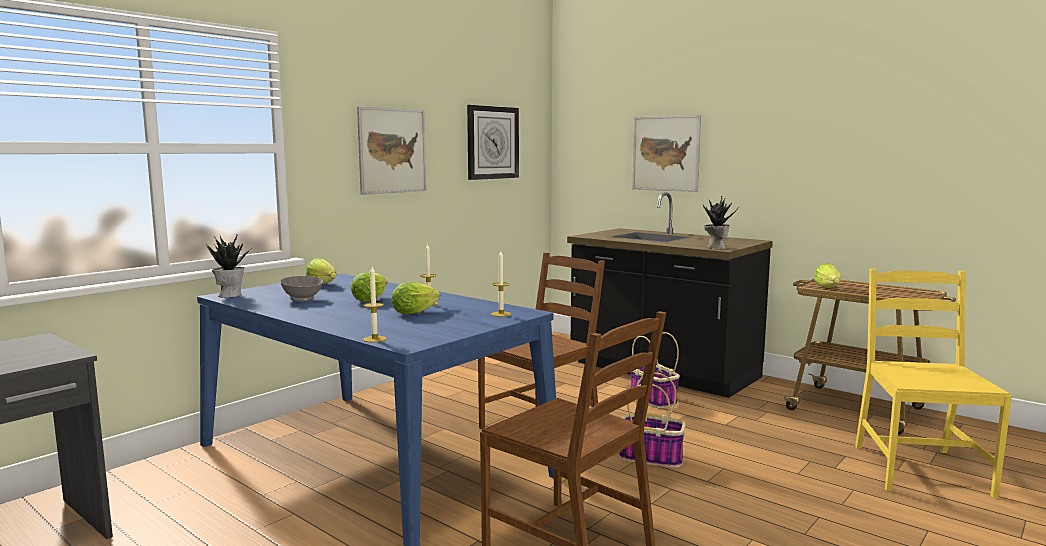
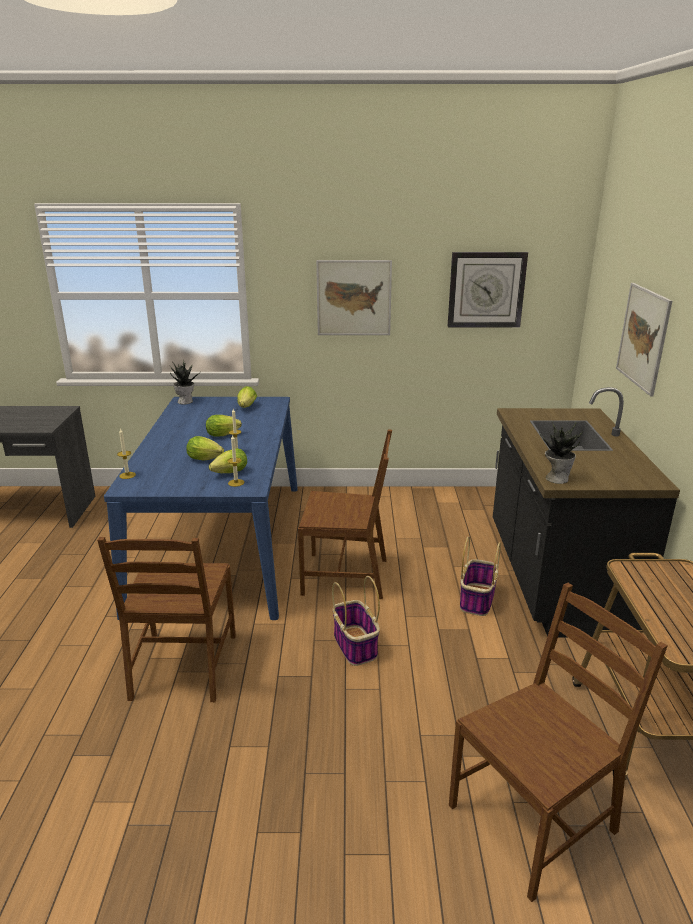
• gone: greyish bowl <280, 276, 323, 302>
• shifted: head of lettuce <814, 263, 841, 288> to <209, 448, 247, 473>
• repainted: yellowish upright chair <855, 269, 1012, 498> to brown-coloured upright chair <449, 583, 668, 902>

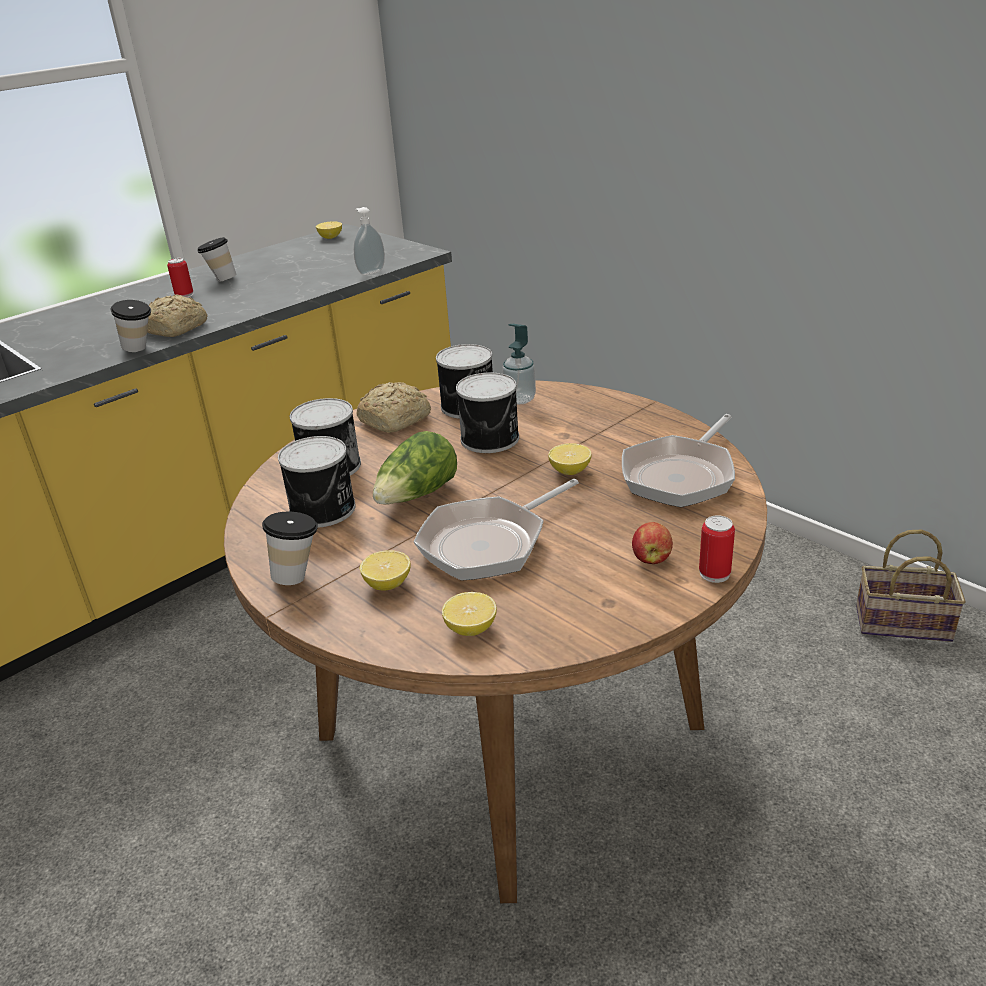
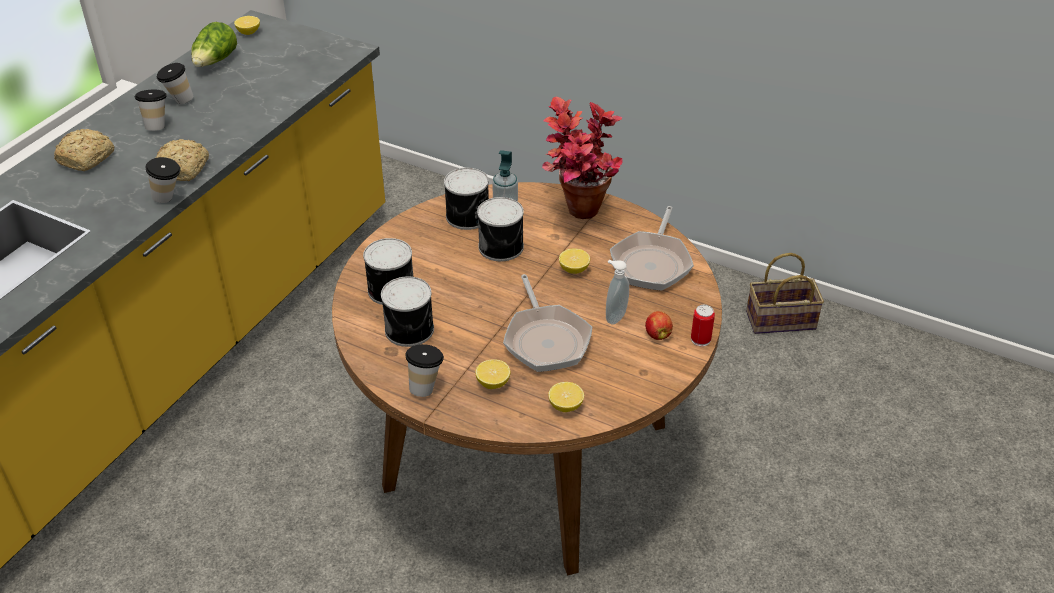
• swapped: can <167, 258, 193, 298> to small cup <135, 90, 167, 131>
• shifted: soap bottle <354, 207, 385, 275> to <606, 260, 629, 325>
• shifted: baked bread <357, 382, 431, 433> to <54, 129, 115, 171>
• shifted: head of lettuce <373, 431, 457, 505> to <191, 22, 237, 67>
• rotated: pan <413, 479, 579, 581> = <503, 274, 592, 372> 45 degrees counterclockwise
• new: houseplant <542, 97, 623, 219>

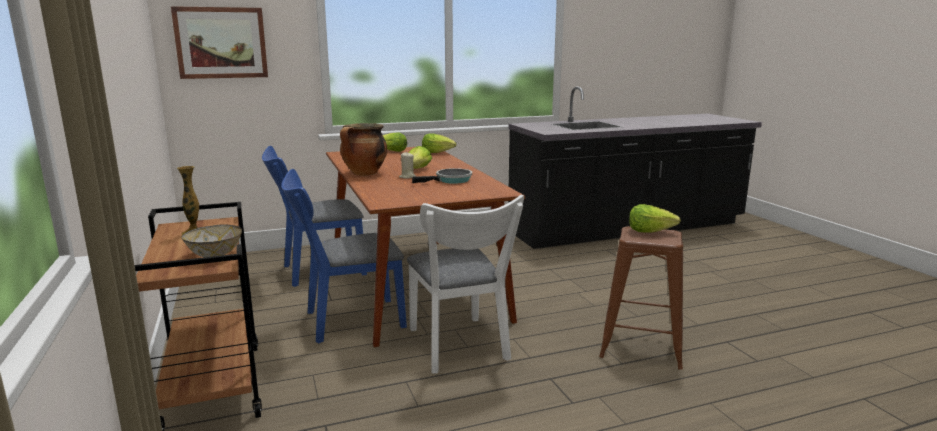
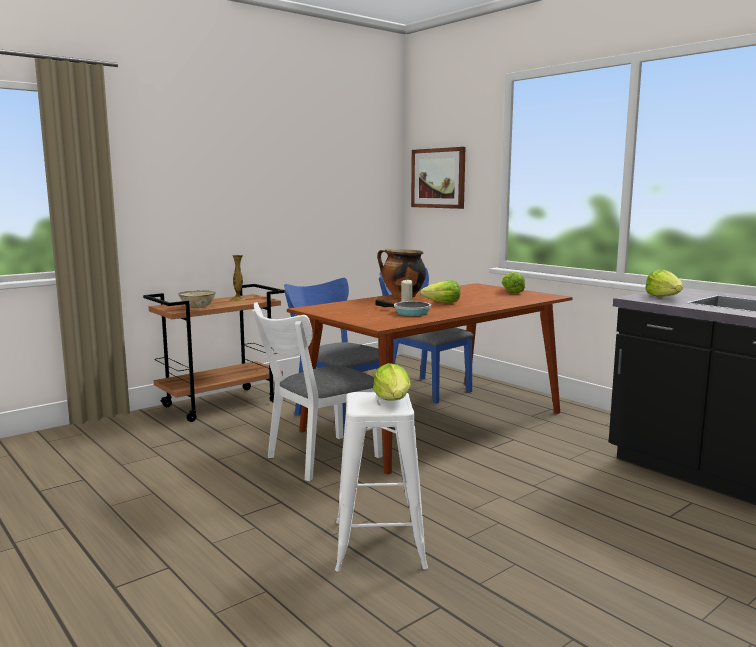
• shifted: head of lettuce <422, 134, 456, 153> to <645, 269, 683, 297>
• repainted: brown-coloured stool seat <599, 226, 683, 370> to whitish stool seat <335, 392, 428, 572>

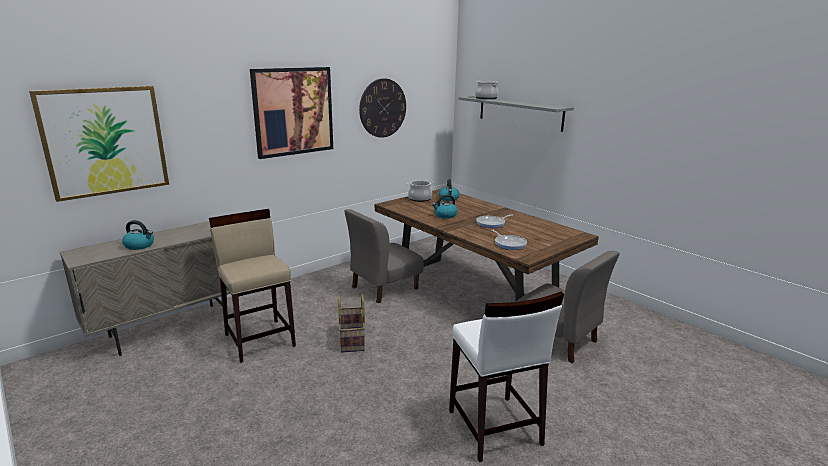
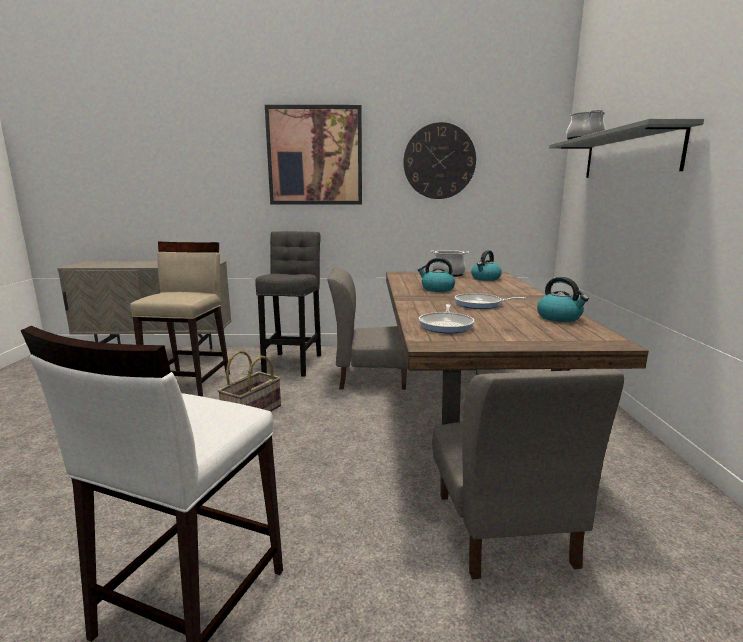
• gone: picture <29, 86, 169, 202>
• shifted: kettle <122, 220, 154, 250> to <537, 277, 589, 322>
• new: greyish stool seat <255, 231, 321, 377>

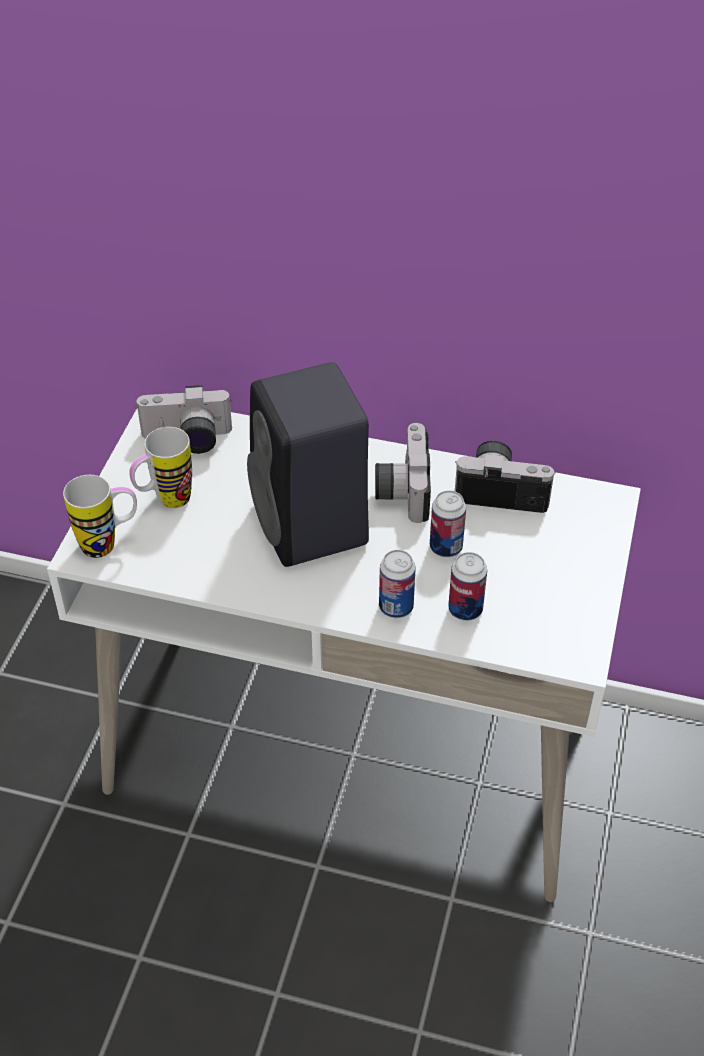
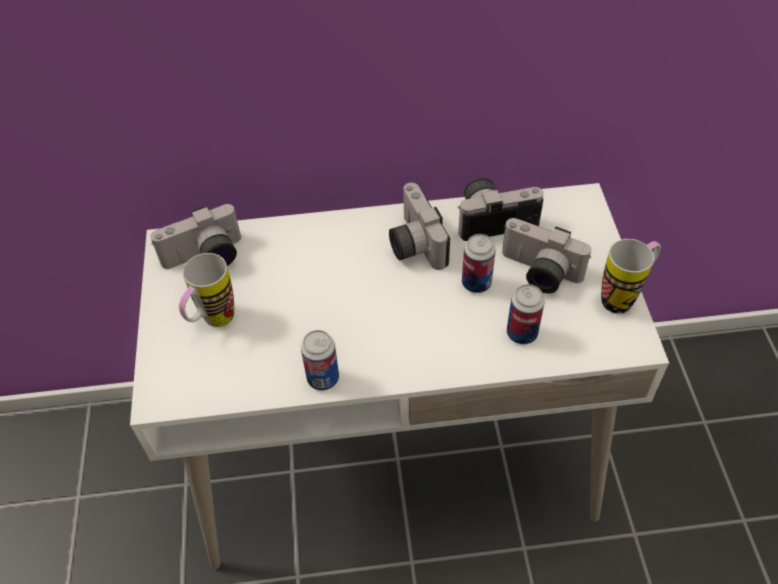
• shifted: coffee mug <63, 475, 137, 558> to <601, 239, 661, 314>
• gone: blackish loudspeaker <247, 362, 369, 567>
• shifted: can <379, 550, 416, 618> to <301, 330, 339, 391>
• new: photo camera <502, 218, 592, 293>

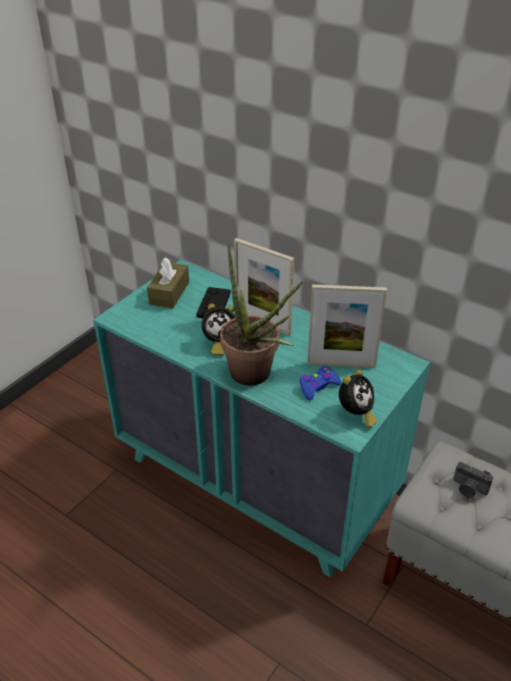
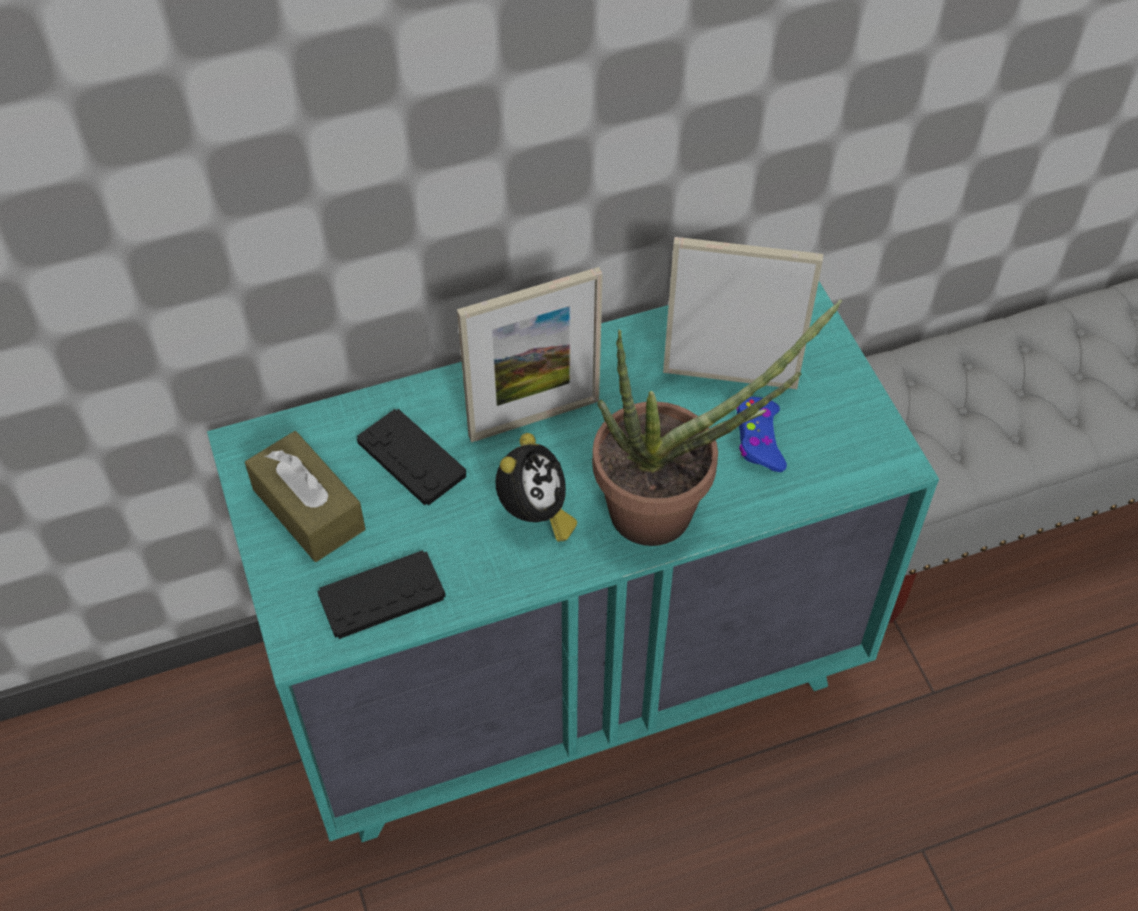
• rotated: standing frame <307, 285, 387, 368> = <663, 237, 823, 389> 120 degrees counterclockwise
• gone: bedside clock <339, 369, 377, 428>
• gone: photo camera <453, 462, 493, 498>
• new: blackish game controller <317, 550, 446, 639>

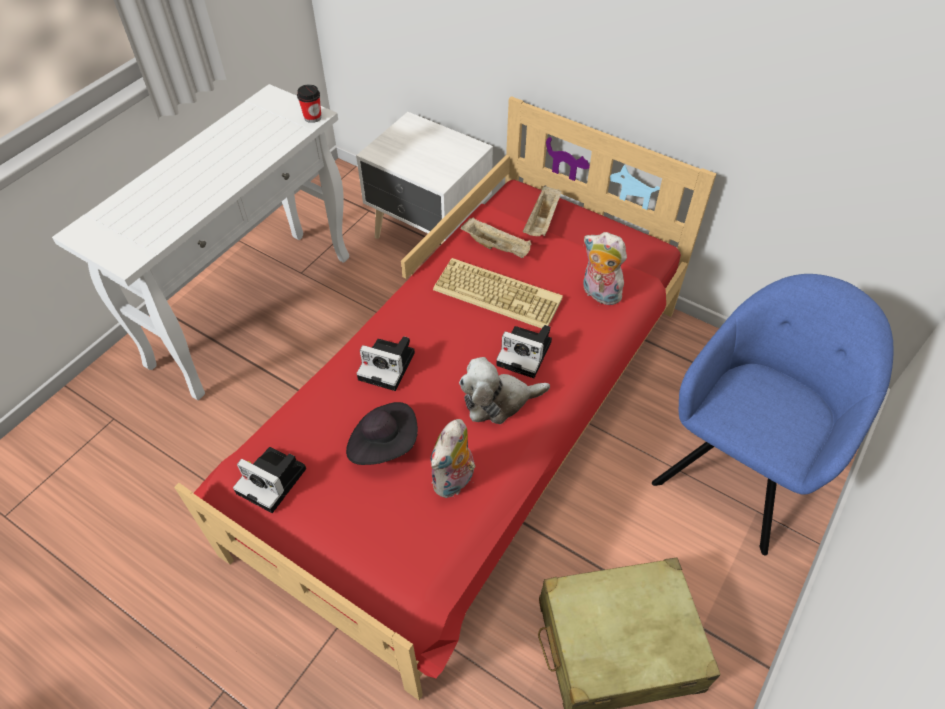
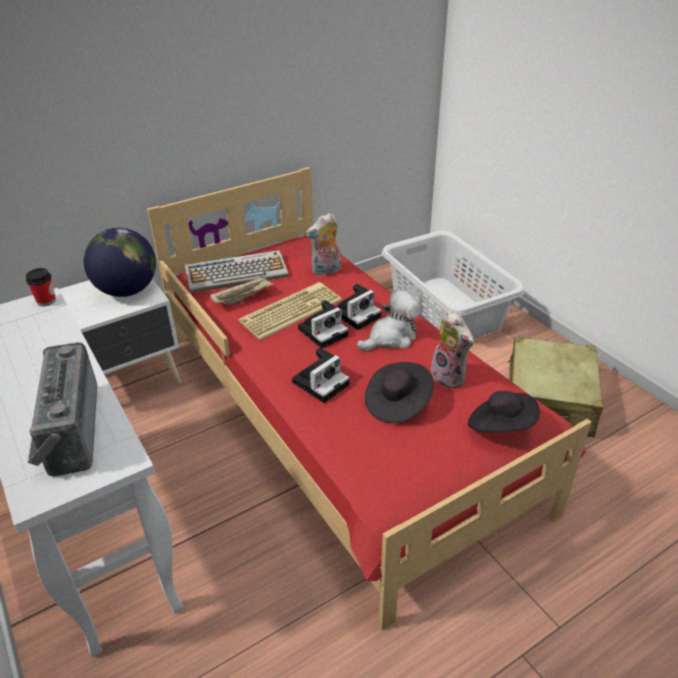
• shifted: photo camera <233, 447, 306, 513> to <298, 300, 348, 348>
• rotated: soft toy <459, 357, 550, 424> = <357, 290, 420, 351> 135 degrees counterclockwise
• swapped: beige tray <523, 185, 562, 236> to PC keyboard <185, 250, 289, 293>
• swapped: blue-coloured easy chair <652, 274, 894, 556> to greyish laundry basket <382, 231, 525, 339>
• new: radio receiver <28, 342, 97, 476>
• new: desk globe <83, 228, 156, 297>
• new: blackish hat <468, 391, 540, 432>

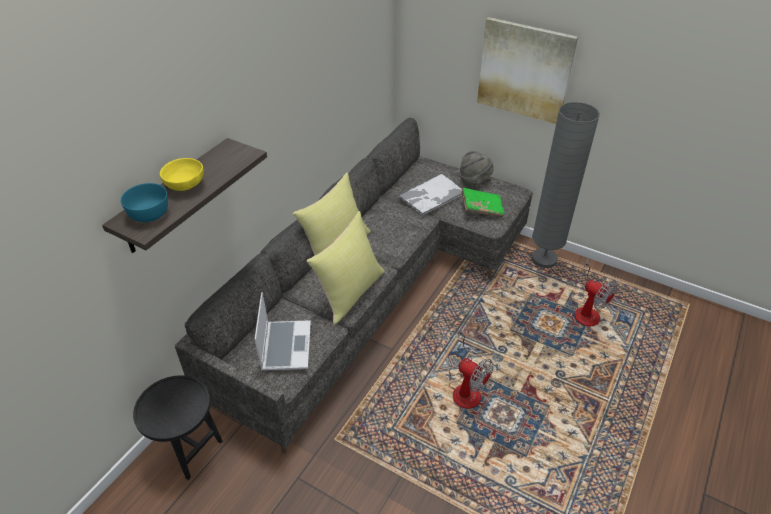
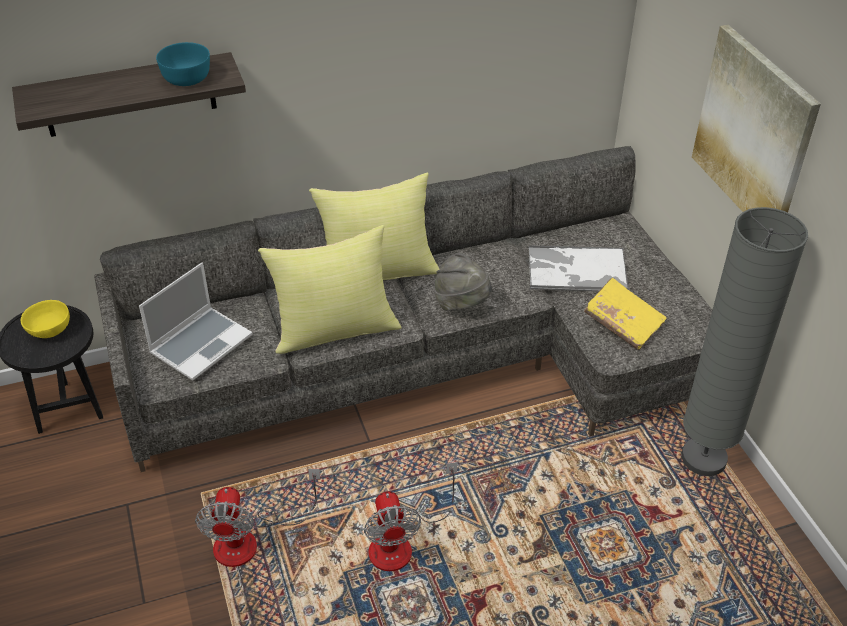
• shifted: turquoise bowl <120, 183, 168, 222> to <156, 42, 210, 86>
• shifted: yellowish bowl <160, 158, 204, 191> to <21, 300, 70, 338>
• shifted: greyish hat <459, 151, 494, 186> to <434, 253, 492, 311>
• repainted: greenish book <461, 187, 504, 217> to yellowish book <584, 278, 667, 350>
• shifted: fan <573, 258, 617, 326> to <195, 469, 321, 567>

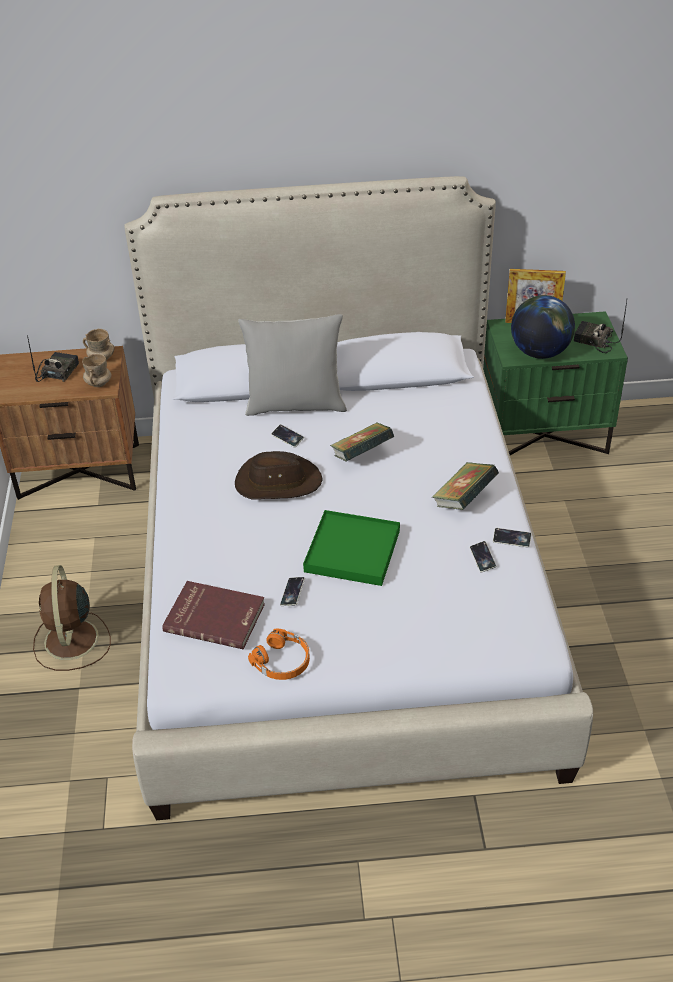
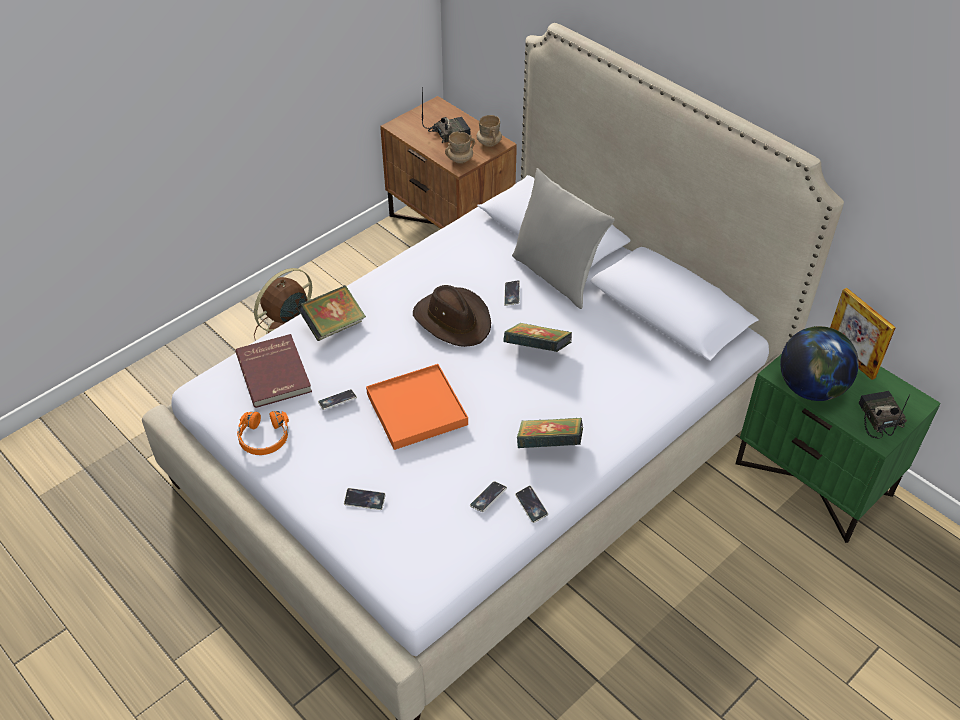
• repainted: greenish tray <303, 510, 400, 586> to orange-coloured tray <366, 364, 468, 450>
• new: book <297, 285, 366, 341>
• new: handset <344, 488, 386, 510>

